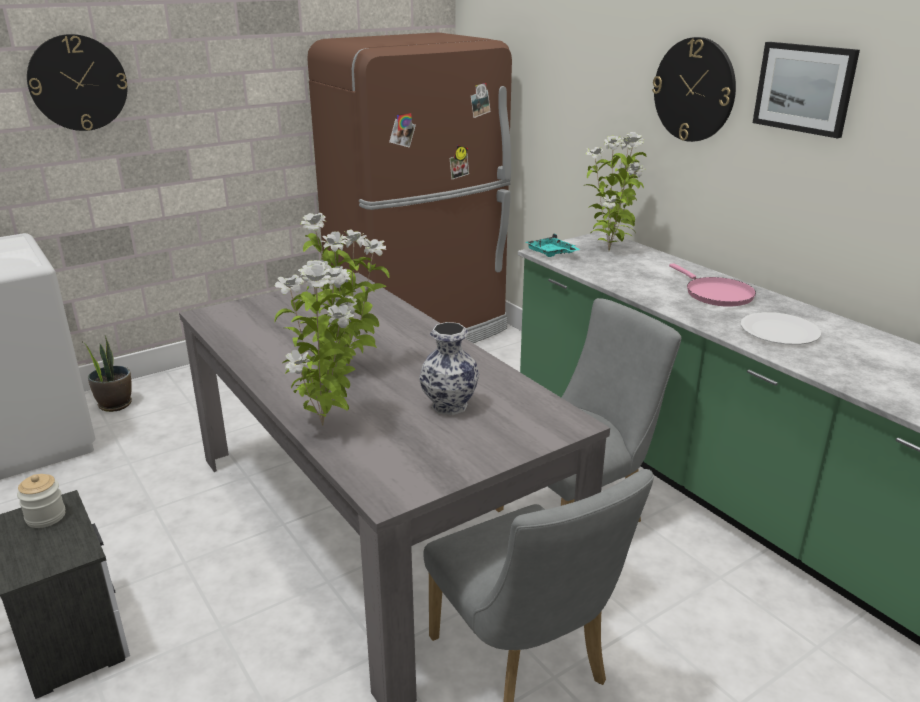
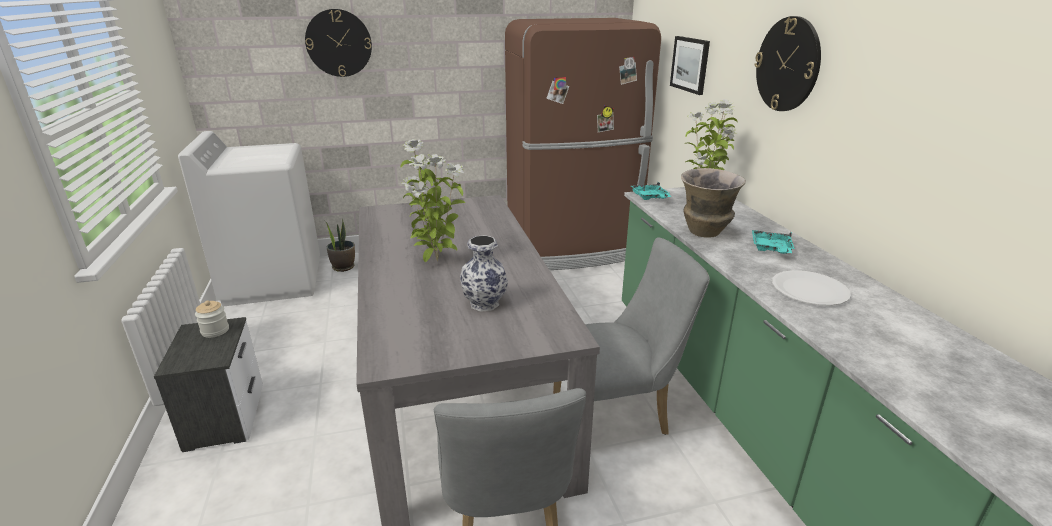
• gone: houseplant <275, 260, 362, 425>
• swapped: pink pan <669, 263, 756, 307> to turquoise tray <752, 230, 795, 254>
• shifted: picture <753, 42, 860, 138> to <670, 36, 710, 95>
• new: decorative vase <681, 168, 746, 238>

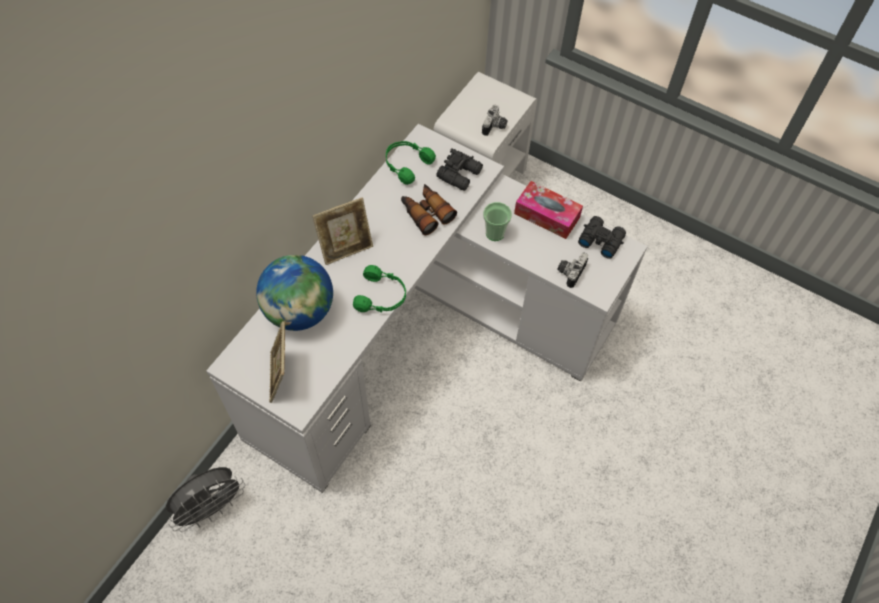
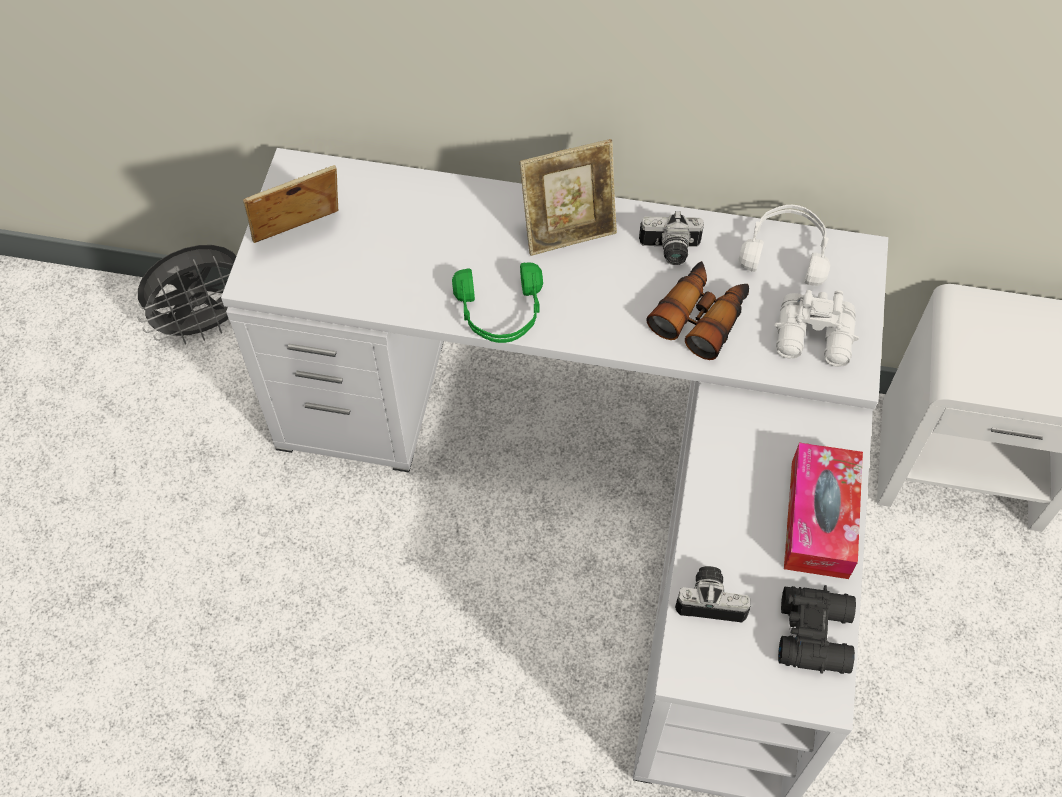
• rotated: greyish fan <166, 467, 245, 532> = <137, 245, 236, 344> 60 degrees counterclockwise
• gone: desk globe <256, 255, 333, 331>
• rotated: standing frame <312, 197, 373, 265> = <520, 139, 617, 256> 60 degrees counterclockwise
• repainted: greenish headset <386, 141, 436, 185> to whitish headset <739, 205, 830, 286>
• repainted: blackish binoculars <436, 148, 483, 191> to whitish binoculars <775, 290, 859, 367>
• shifted: photo camera <482, 104, 508, 136> to <639, 211, 704, 265>
• gone: small cup <483, 202, 512, 241>

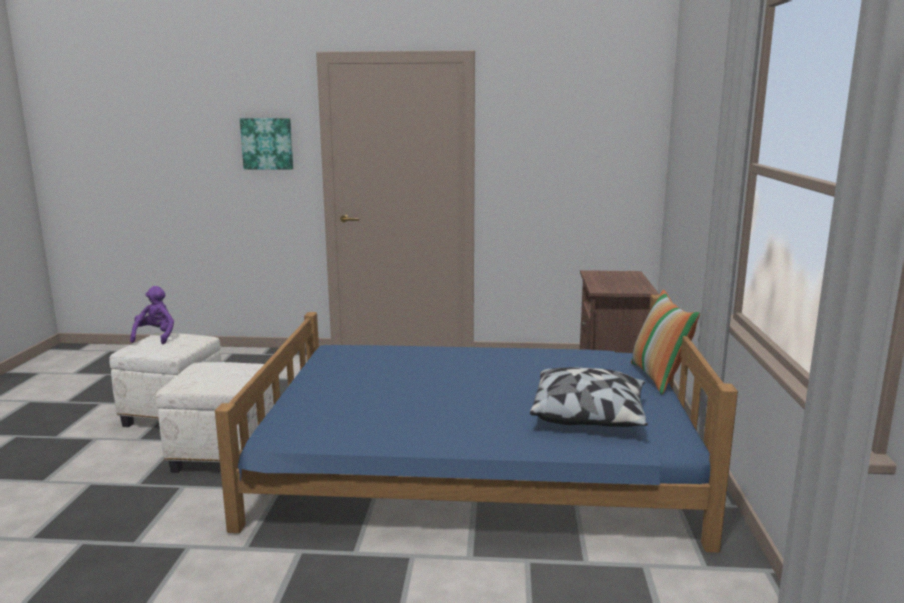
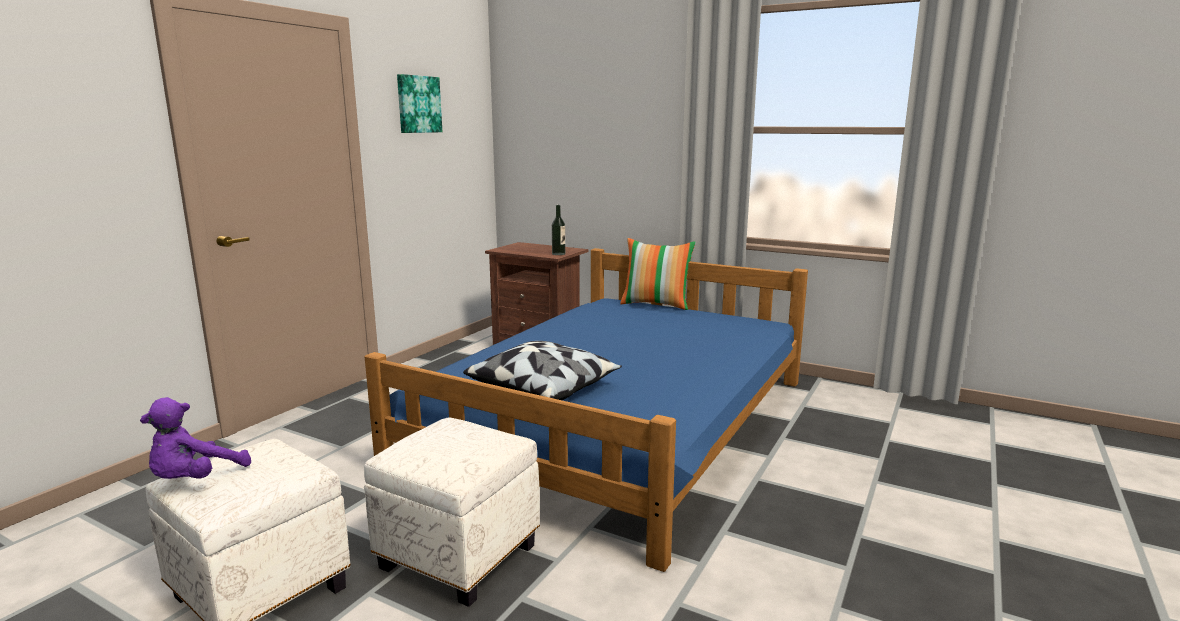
• rotated: purple soft toy <130, 286, 174, 344> = <140, 397, 251, 479> 90 degrees counterclockwise
• shifted: picture <240, 118, 293, 170> to <397, 74, 442, 133>
• shifted: cushion <530, 367, 648, 427> to <463, 341, 622, 400>
• new: beverage bottle <552, 205, 565, 255>

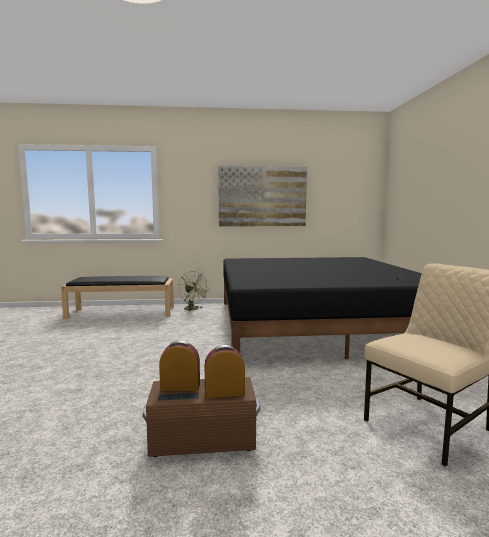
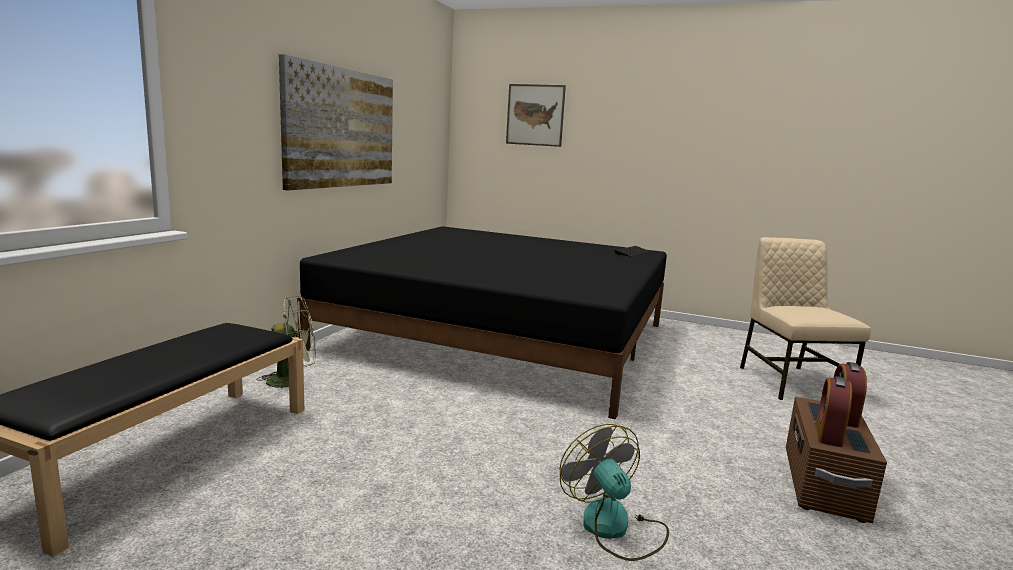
• new: picture <506, 84, 566, 147>
• new: fan <559, 424, 669, 561>

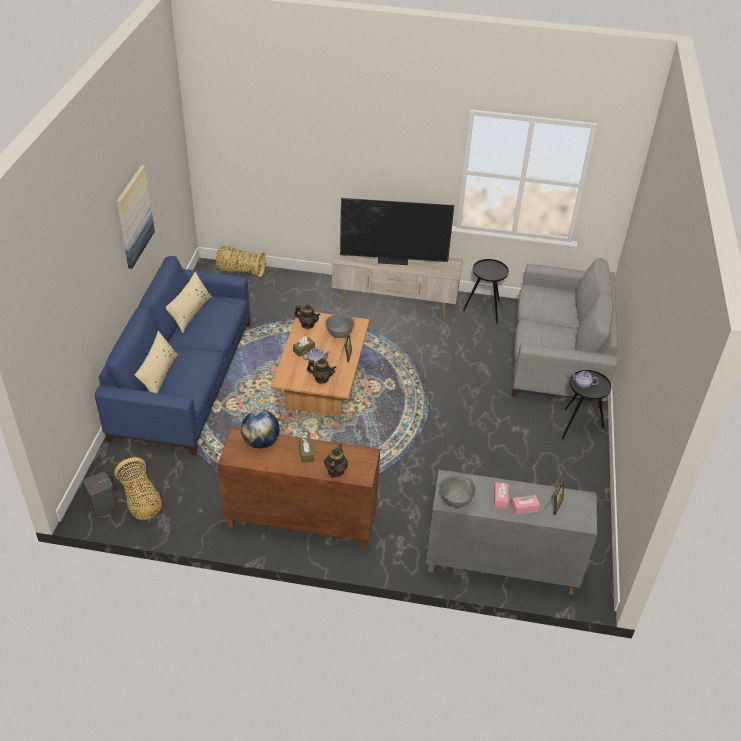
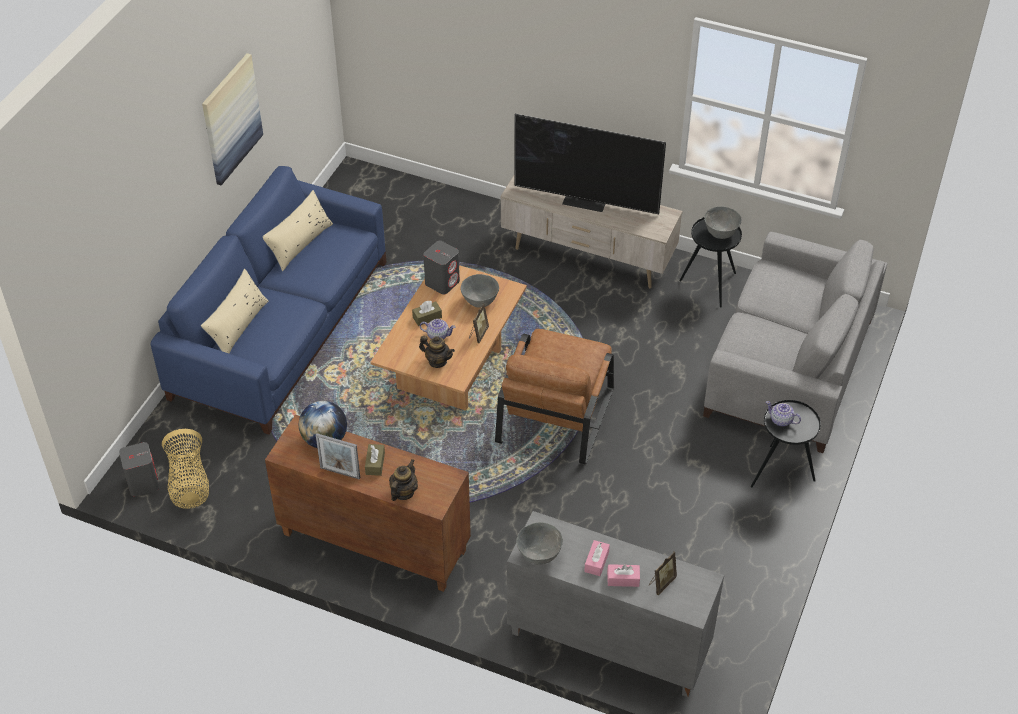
• gone: storage basket <216, 246, 266, 277>
• swapped: pot for tea <294, 304, 320, 329> to greyish loudspeaker <423, 241, 460, 294>
• new: standing frame <316, 433, 360, 480>
• new: brown-coloured easy chair <495, 329, 614, 465>
• new: greyish bowl <704, 206, 742, 239>

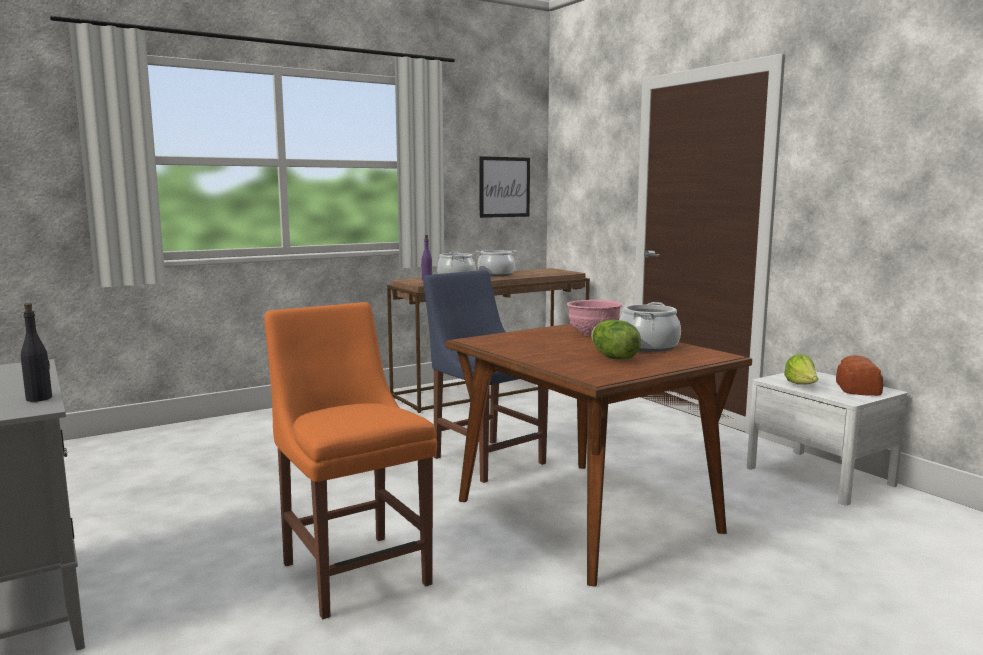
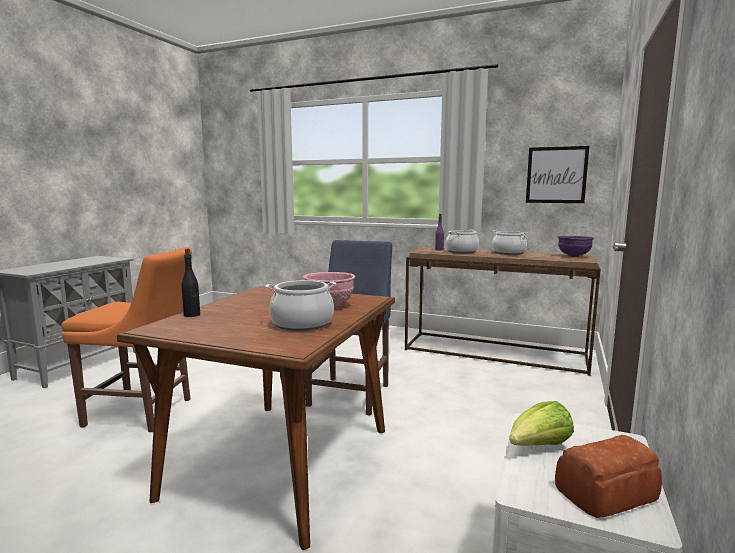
• shifted: blackish beverage bottle <21, 303, 52, 402> to <181, 249, 200, 317>
• rotated: orange-coloured upright chair <264, 302, 437, 619> = <62, 247, 192, 432> 75 degrees clockwise
• gone: head of lettuce <591, 319, 641, 360>
• new: purple bowl <558, 236, 594, 257>

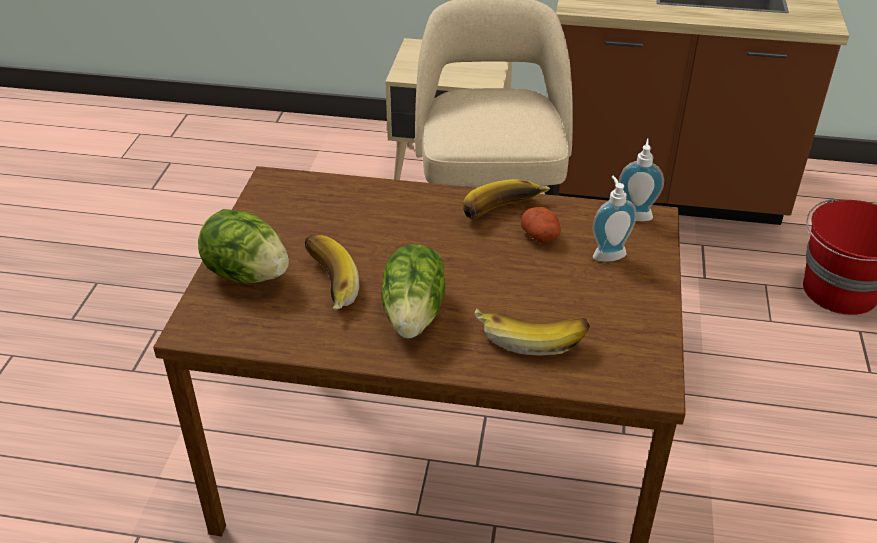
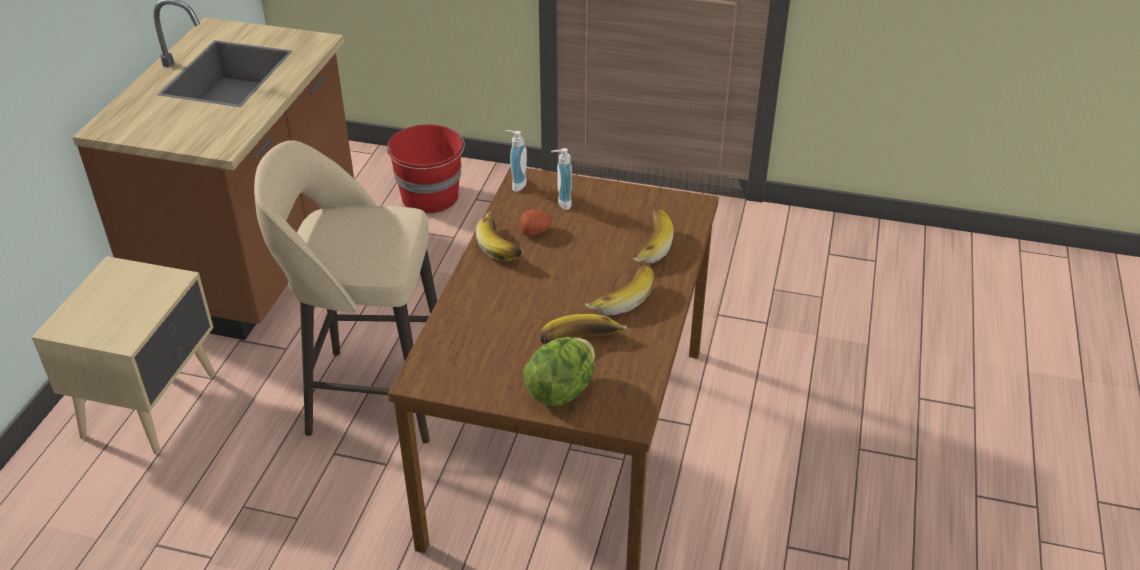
• swapped: head of lettuce <382, 245, 446, 338> to banana <584, 263, 654, 315>

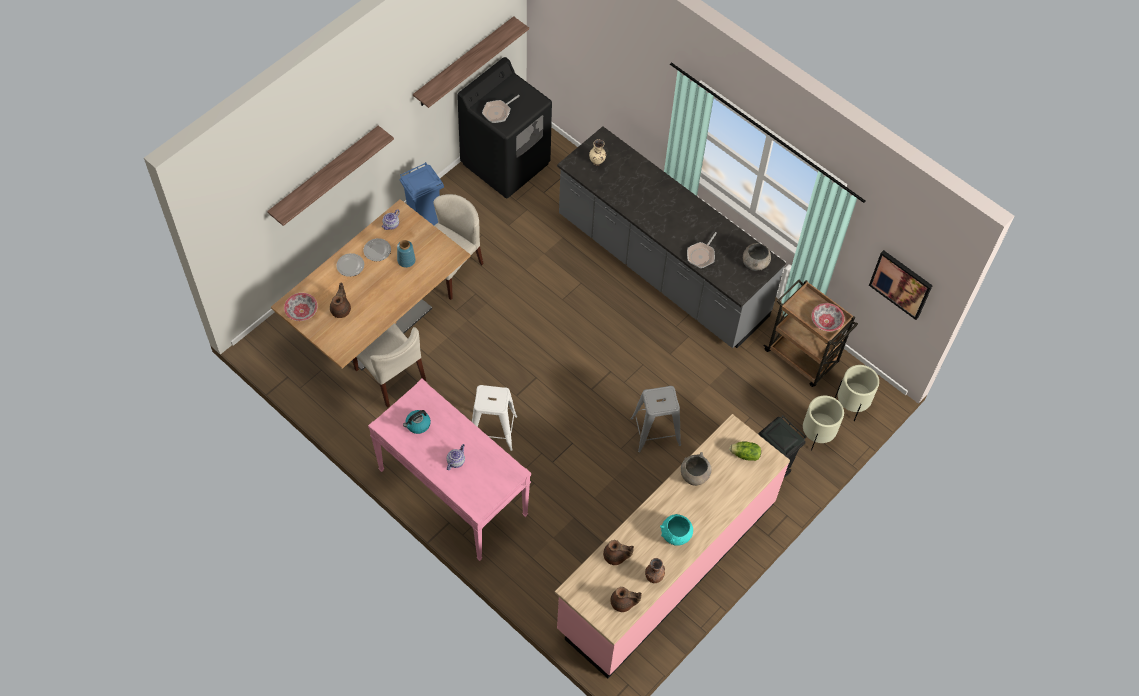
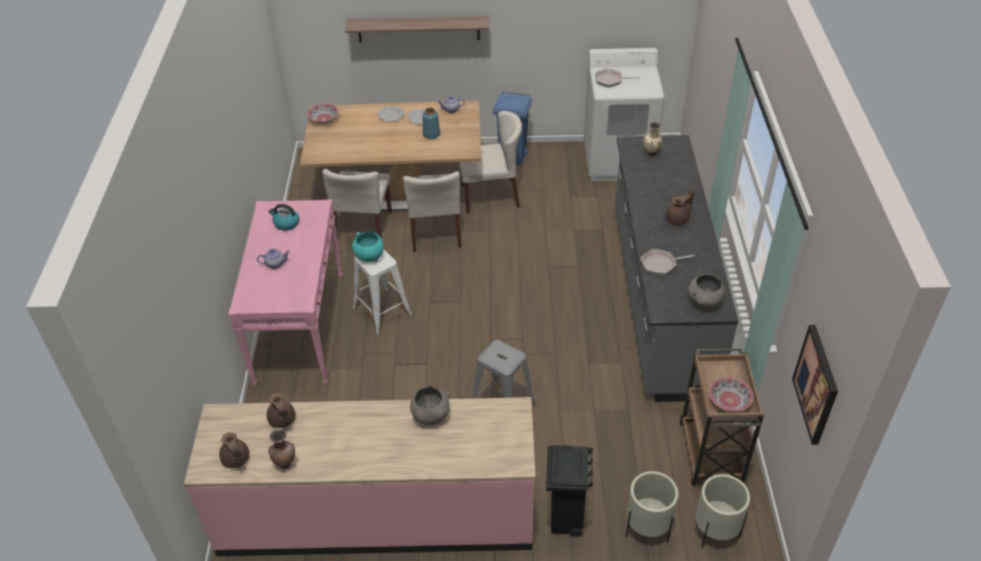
• shifted: brown-coloured pot for tea <330, 283, 351, 318> to <666, 188, 694, 225>
• gone: shelf <413, 16, 529, 108>
• repainted: blackish laundry machine <457, 57, 552, 198> to whitish laundry machine <584, 48, 665, 181>
• shifted: turquoise bowl <660, 514, 693, 546> to <352, 232, 384, 262>
• gone: head of lettuce <729, 441, 761, 461>
• new: beige upright chair <403, 171, 462, 252>

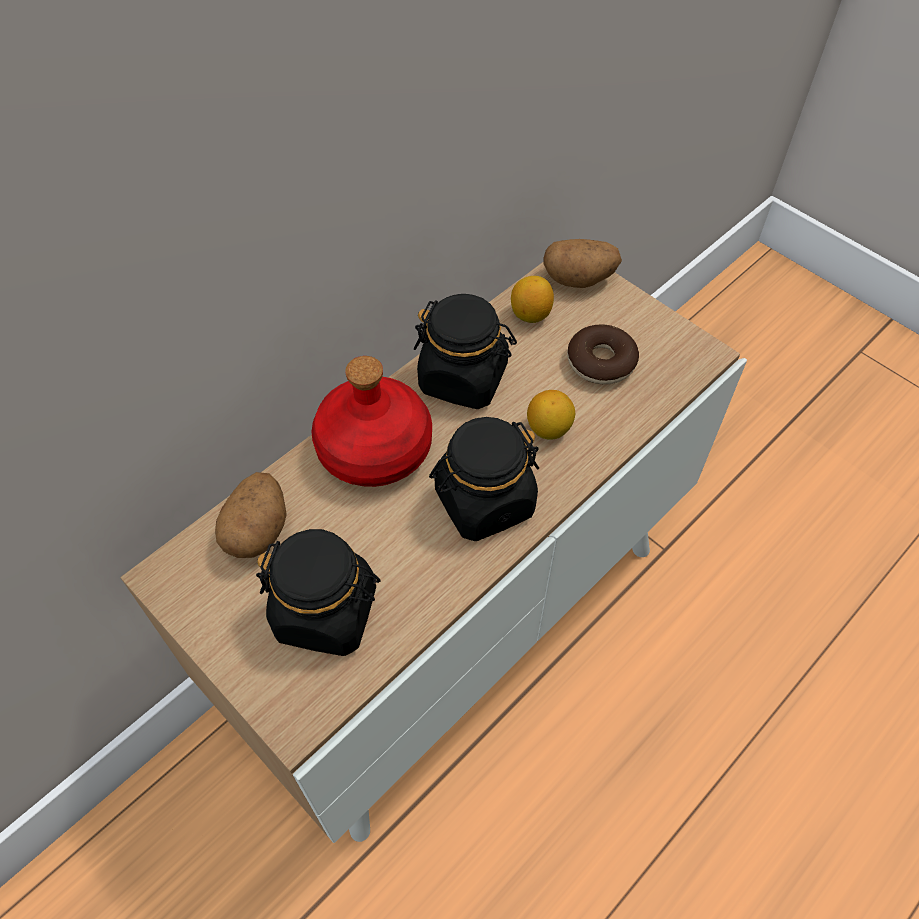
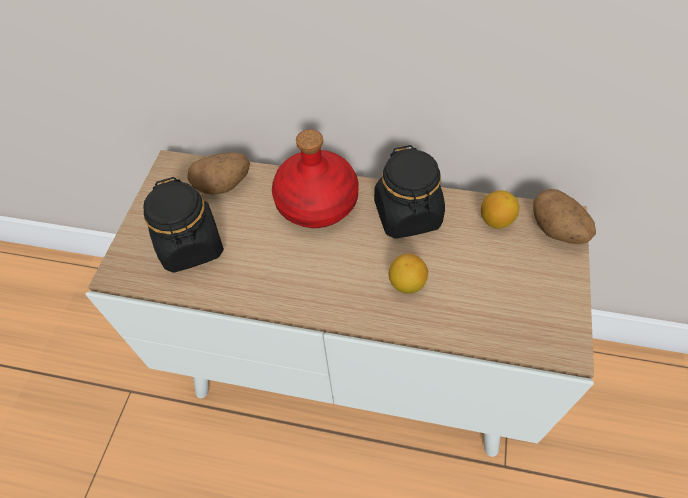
• gone: blackish storage jar <429, 417, 539, 541>
• gone: ring doughnut <567, 324, 639, 384>

